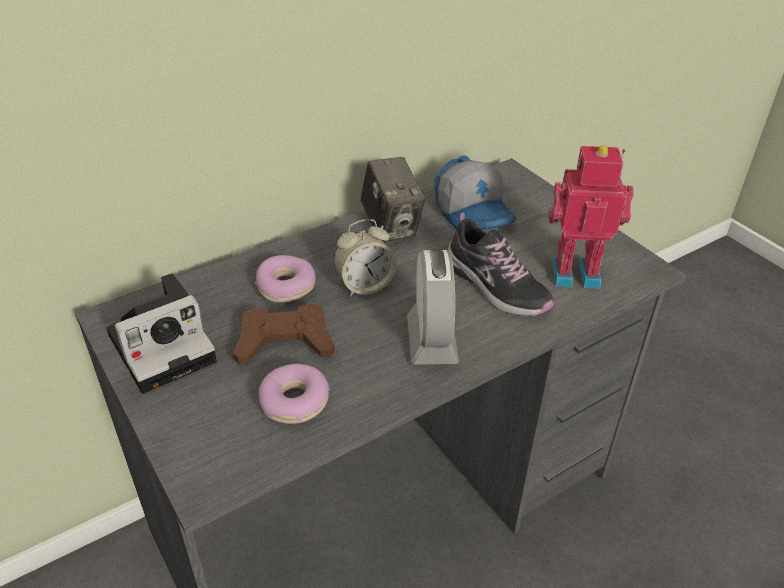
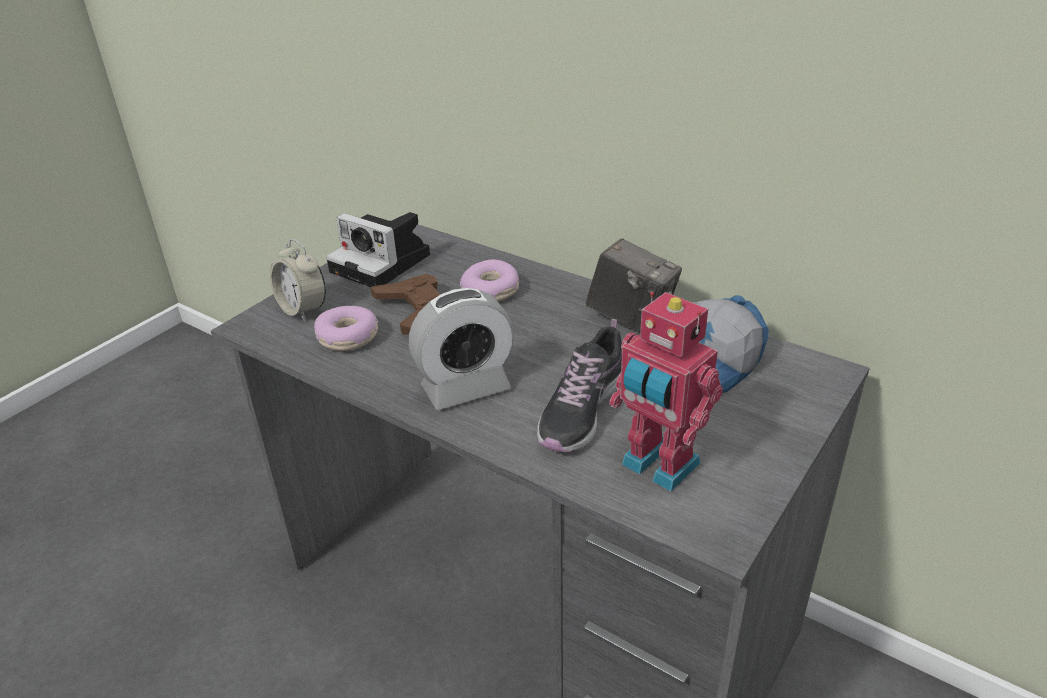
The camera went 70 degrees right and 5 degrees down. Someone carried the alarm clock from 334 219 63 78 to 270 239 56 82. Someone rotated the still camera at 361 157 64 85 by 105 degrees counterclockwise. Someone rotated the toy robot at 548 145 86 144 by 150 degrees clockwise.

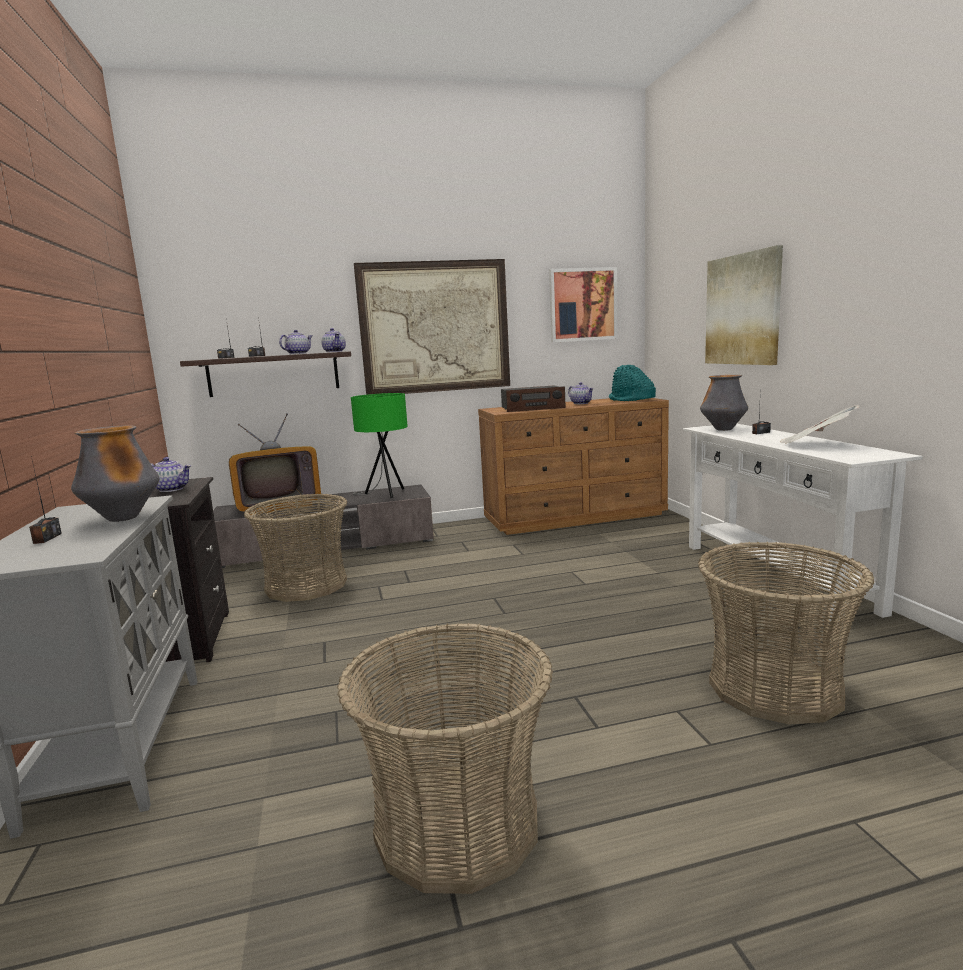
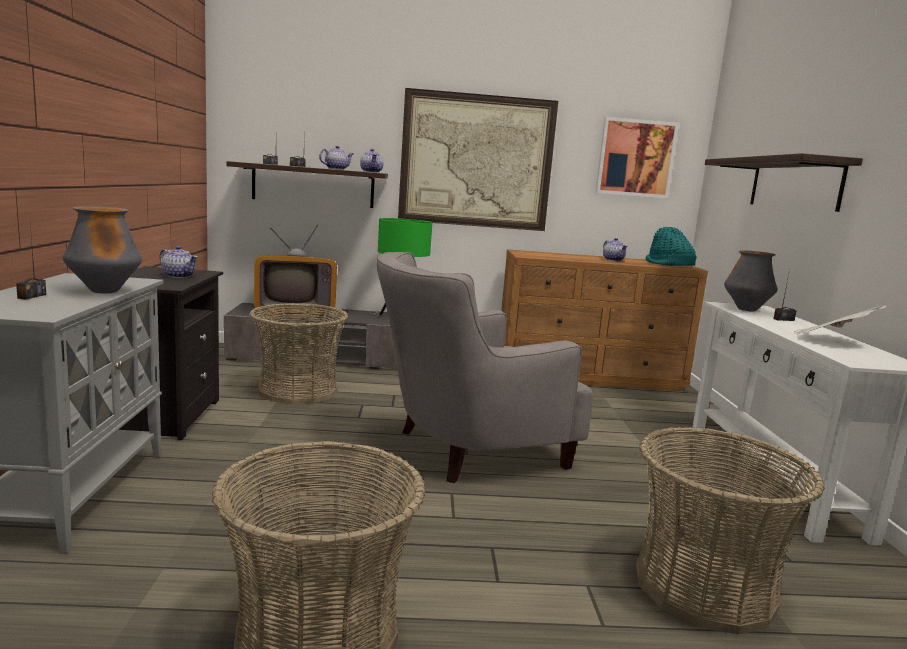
The camera went 10 degrees right and 0 degrees up. Someone took away the radio at 501 386 65 26. Someone put down the grey lounge chair at 377 252 216 231. Someone swapped the wall picture at 705 245 78 120 for the wall shelf at 705 153 158 59.

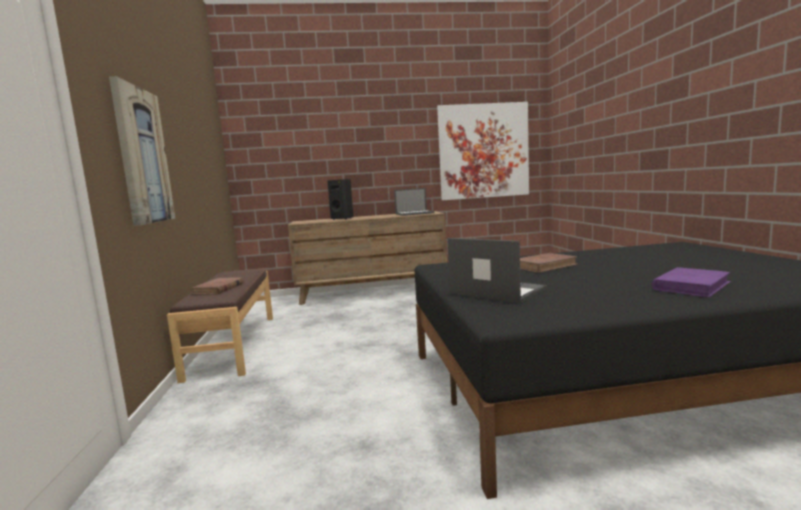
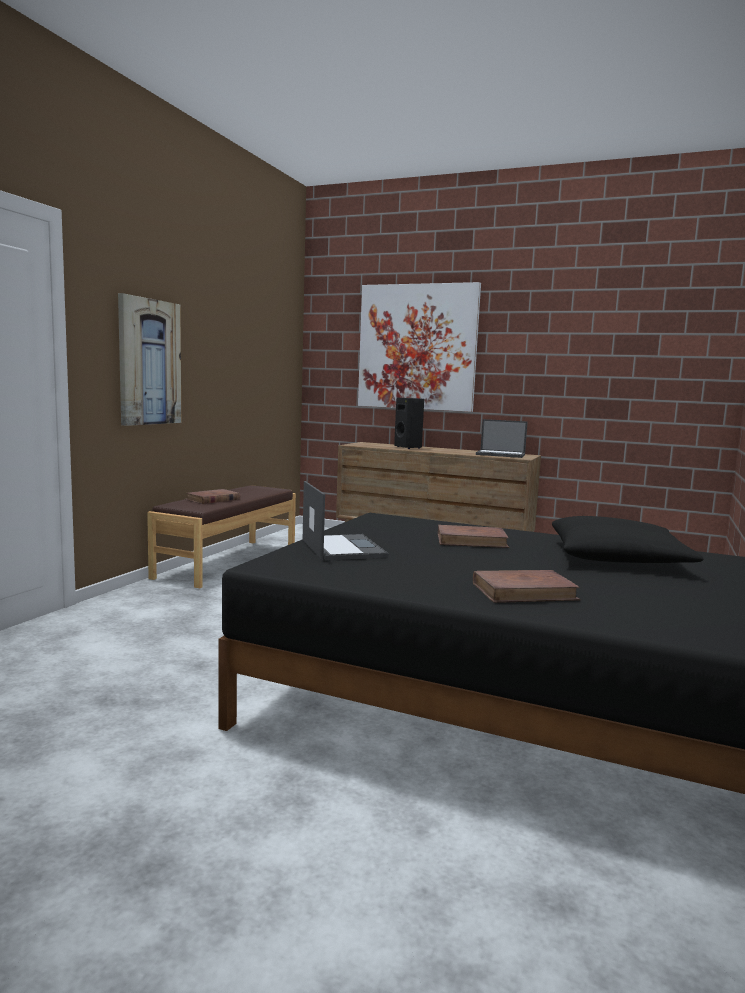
The camera went 30 degrees right and 0 degrees up. Someone put down the black cushion at 552 516 152 47. Someone carried the wall picture from 437 102 92 98 to 358 282 123 130. Someone repainted the purple-coloured bound book at 652 267 79 30, which became the brownish bound book at 473 570 107 33.

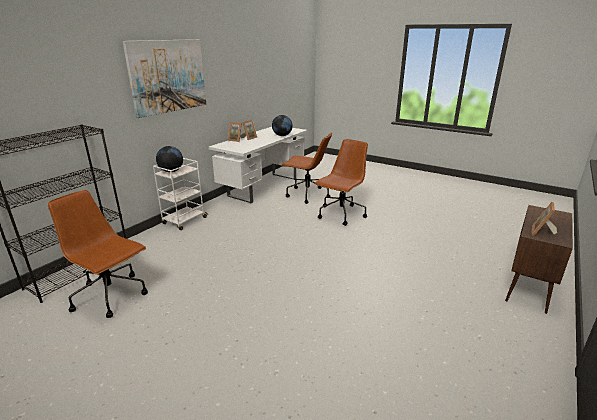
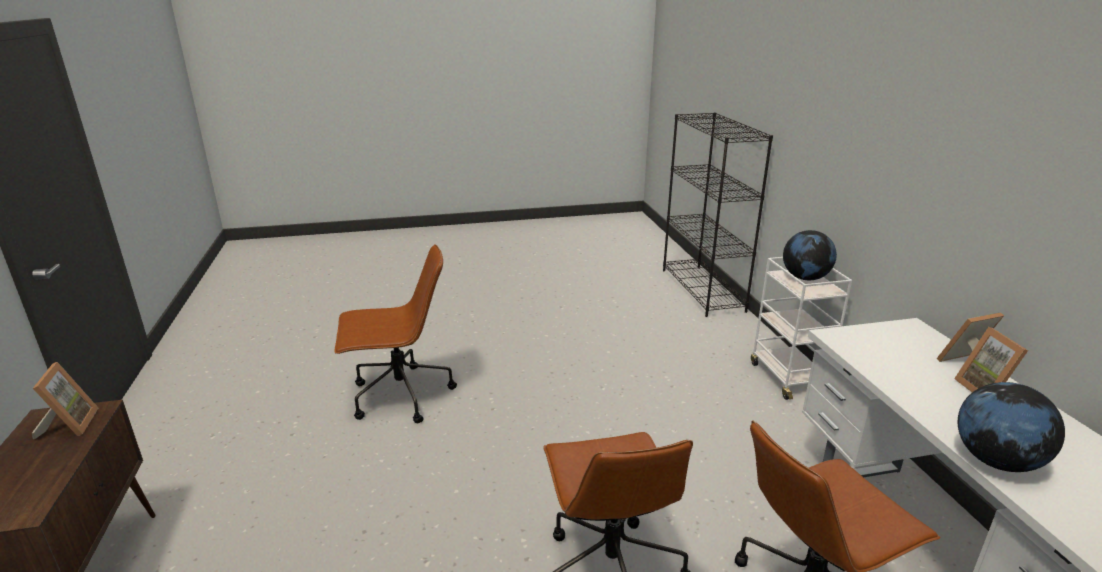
The camera went 135 degrees right and 0 degrees up. Someone took away the wall picture at 123 39 83 79. Someone carried the brownish desk chair from 48 190 100 128 to 334 244 123 180.

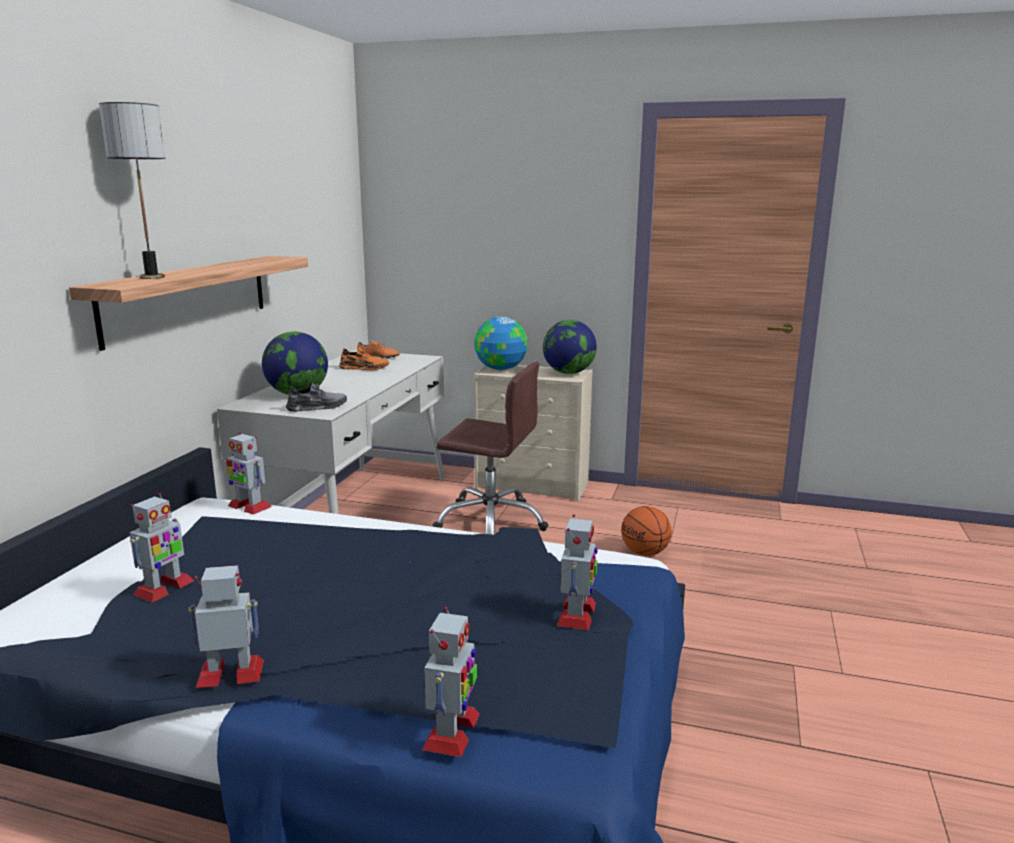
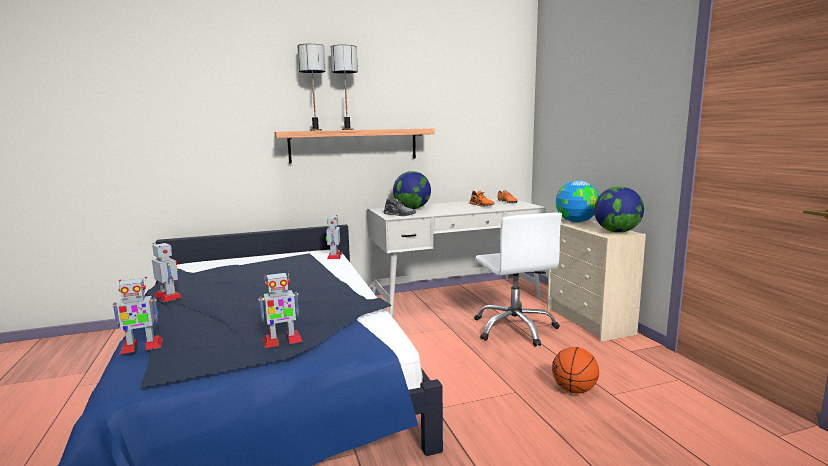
The camera went 55 degrees right and 5 degrees down. Someone took away the toy robot at 129 493 65 110. Someone put down the table lamp at 331 45 27 85. Someone repainted the brownish desk chair at 432 362 116 173, which became the white-coloured desk chair at 474 212 88 135.

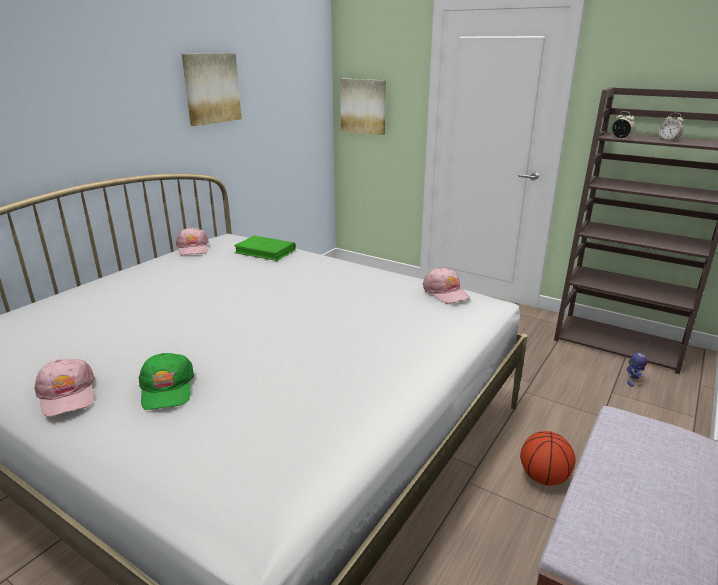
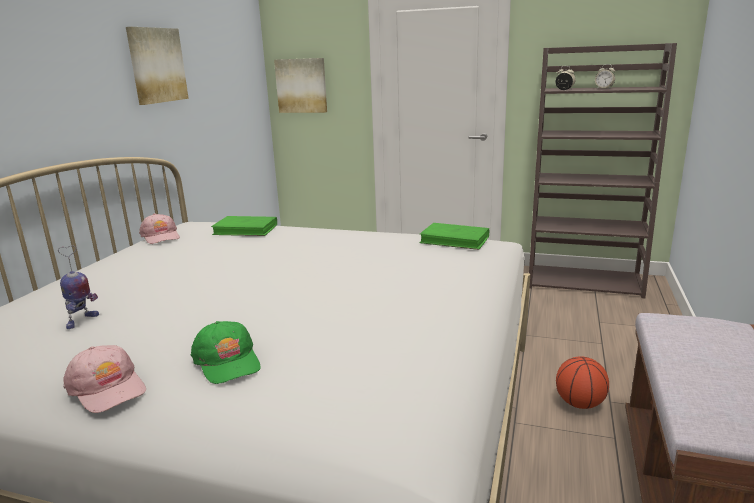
The camera went 15 degrees left and 5 degrees down. Someone carried the toy robot from 627 340 25 47 to 58 245 41 84. Someone swapped the pinkish peaked cap at 423 267 47 37 for the green bound book at 420 223 69 27.

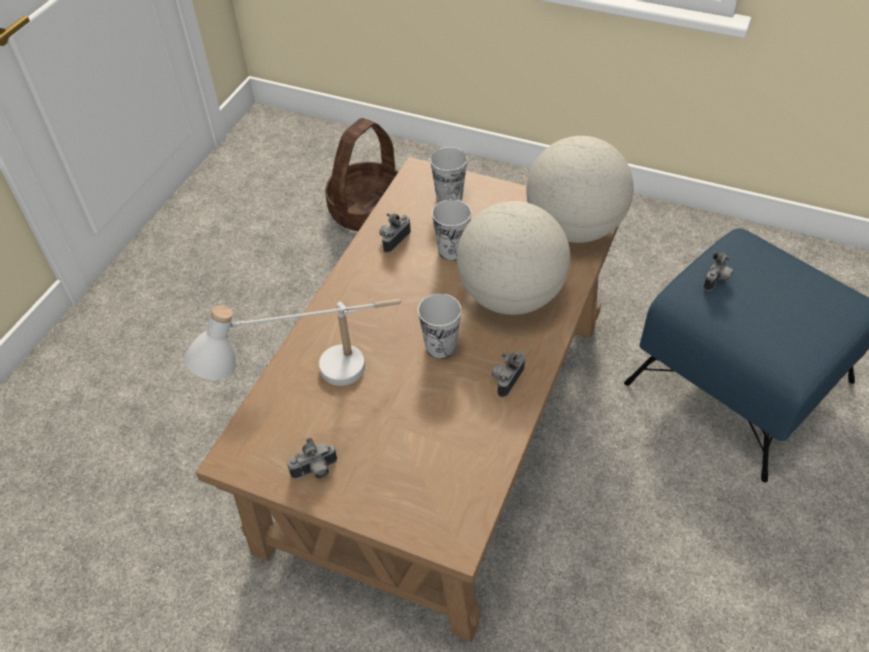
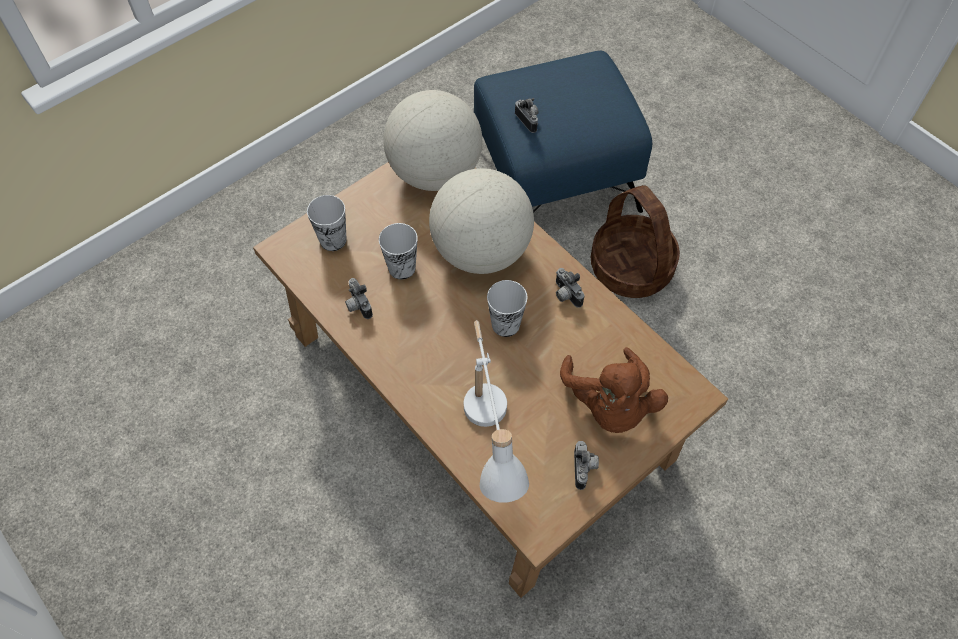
The camera went 65 degrees left and 10 degrees up. Someone put down the brownish plush toy at 560 347 108 86. Someone carried the household basket from 325 118 73 113 to 591 185 89 113.

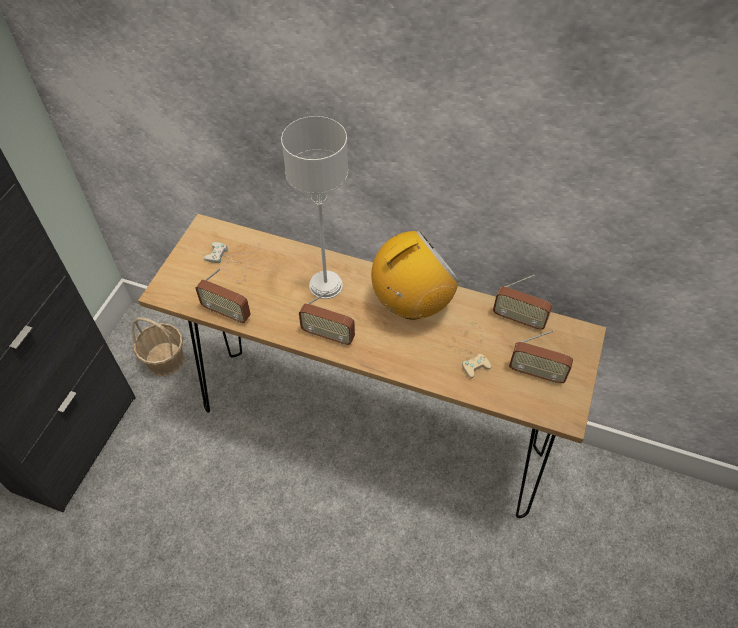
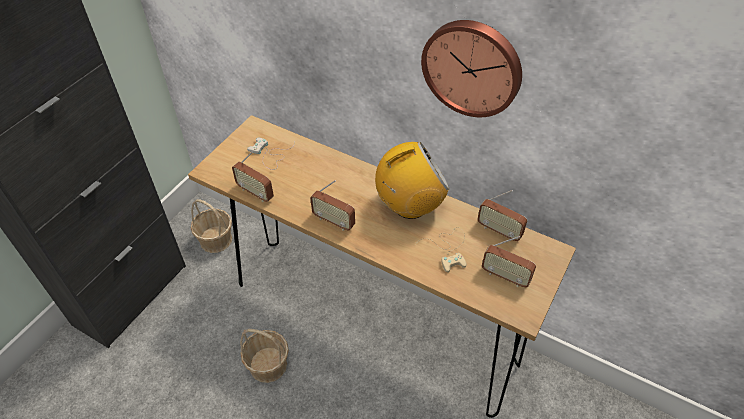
The camera went 10 degrees right and 5 degrees down. Someone took away the grey table lamp at 281 116 67 183. Someone put down the household basket at 240 329 49 54. Someone put up the clock on the wall at 421 20 101 97.

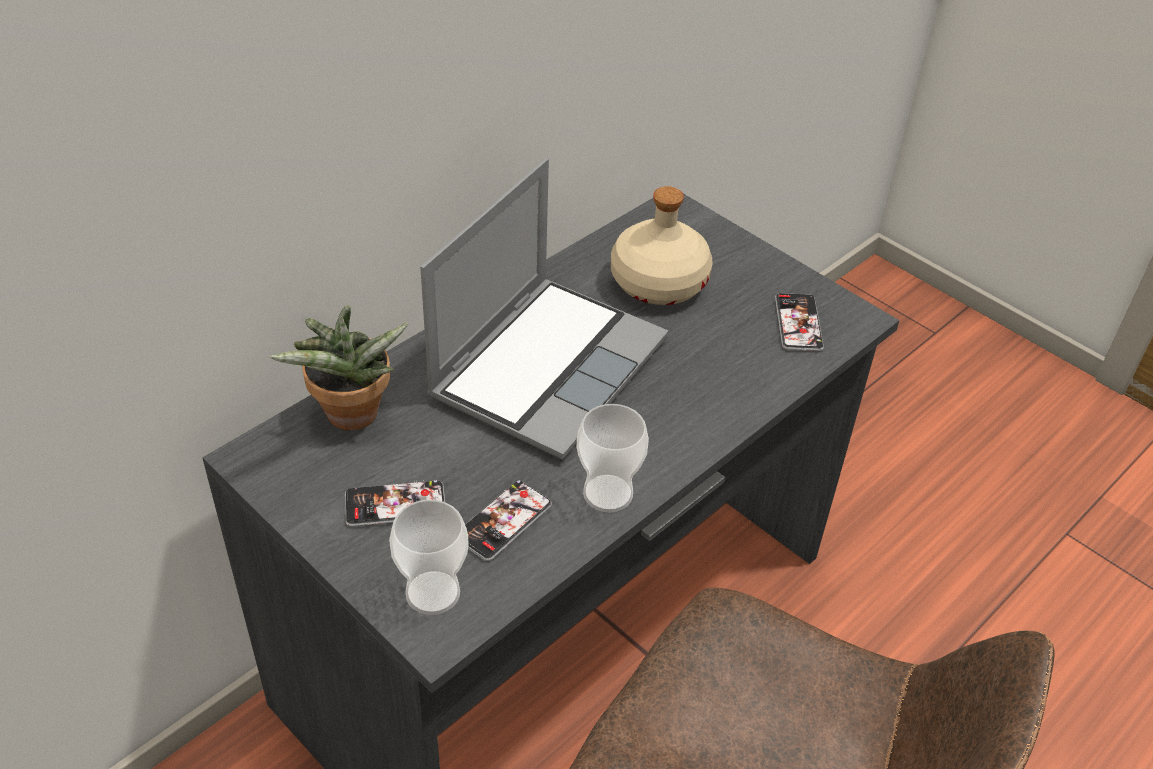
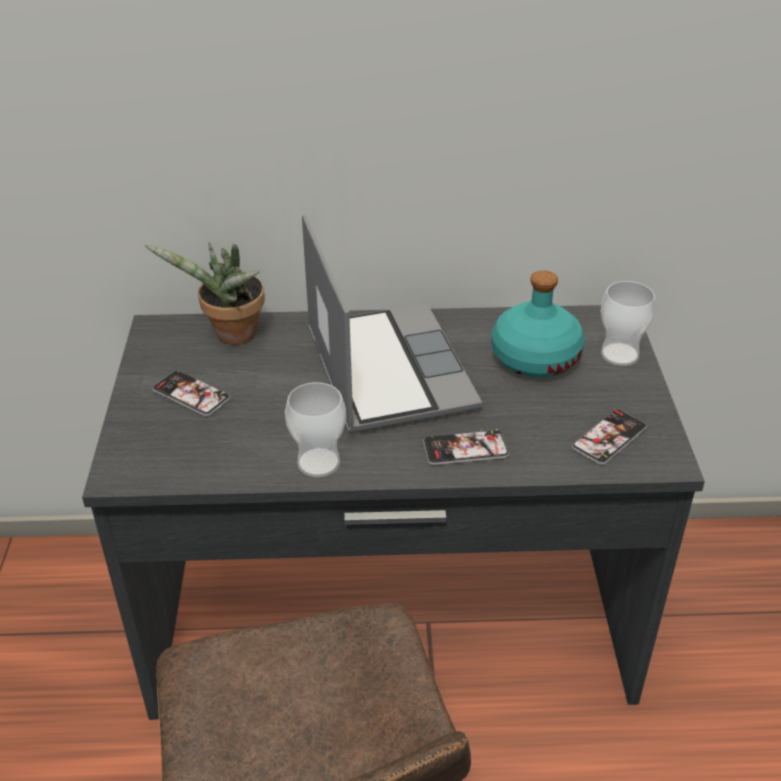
The camera went 45 degrees right and 5 degrees down. Someone carried the cup from 389 499 79 116 to 600 281 56 85. Someone carried the telephone from 465 480 87 81 to 423 429 86 36. Someone repainted the beige bottle at 611 186 102 119, which became the blue-green bottle at 492 270 93 108. Someone rotated the portable computer at 420 158 249 302 by 90 degrees counterclockwise.

